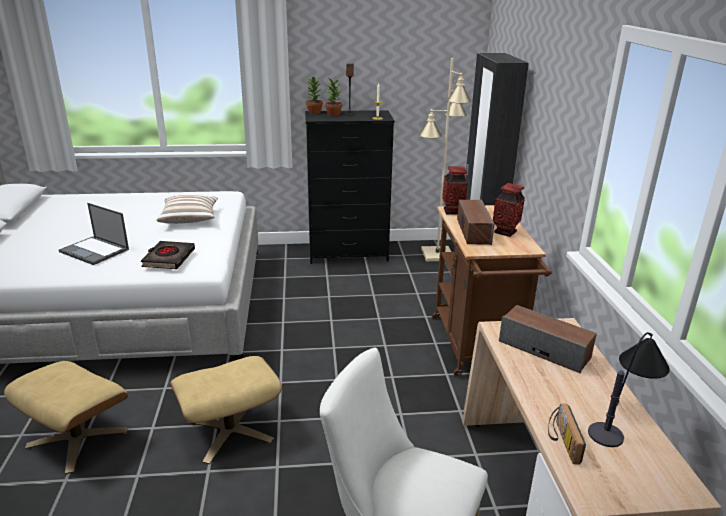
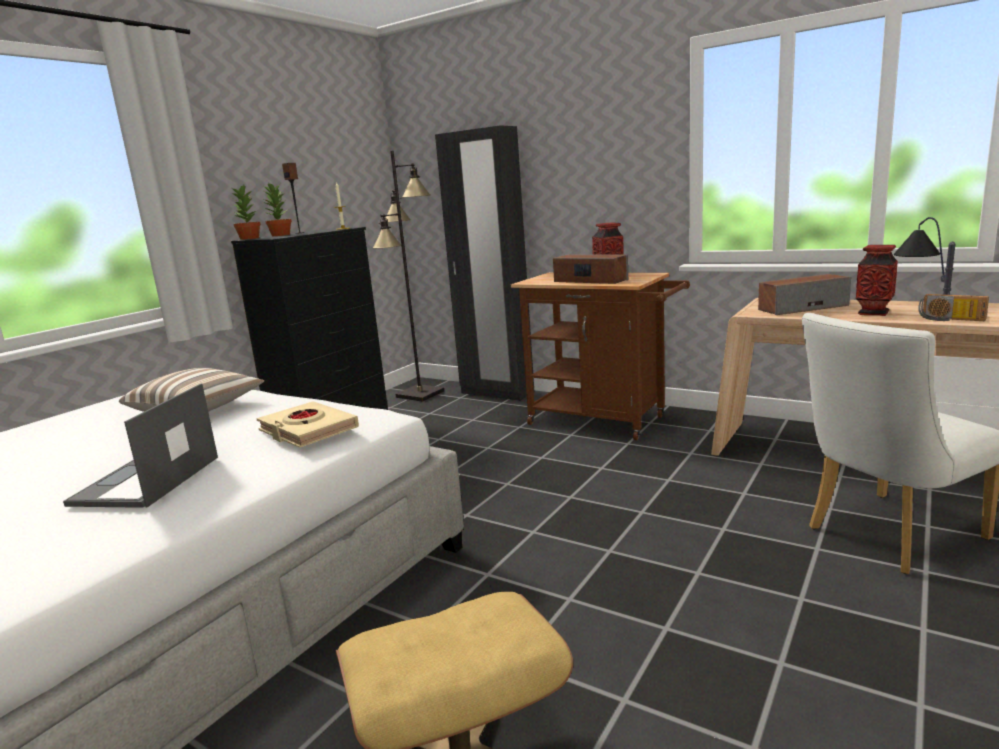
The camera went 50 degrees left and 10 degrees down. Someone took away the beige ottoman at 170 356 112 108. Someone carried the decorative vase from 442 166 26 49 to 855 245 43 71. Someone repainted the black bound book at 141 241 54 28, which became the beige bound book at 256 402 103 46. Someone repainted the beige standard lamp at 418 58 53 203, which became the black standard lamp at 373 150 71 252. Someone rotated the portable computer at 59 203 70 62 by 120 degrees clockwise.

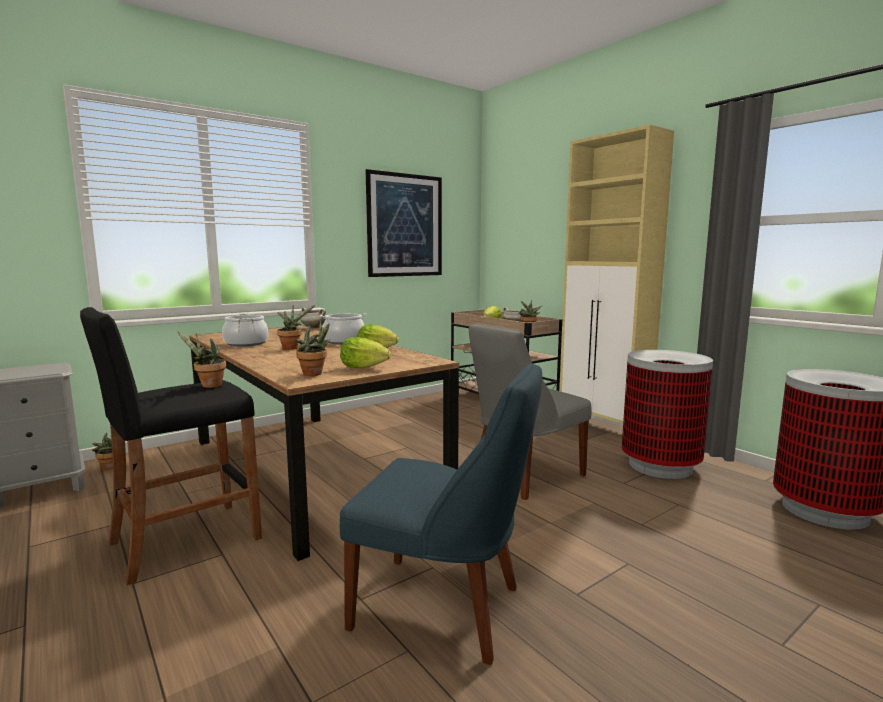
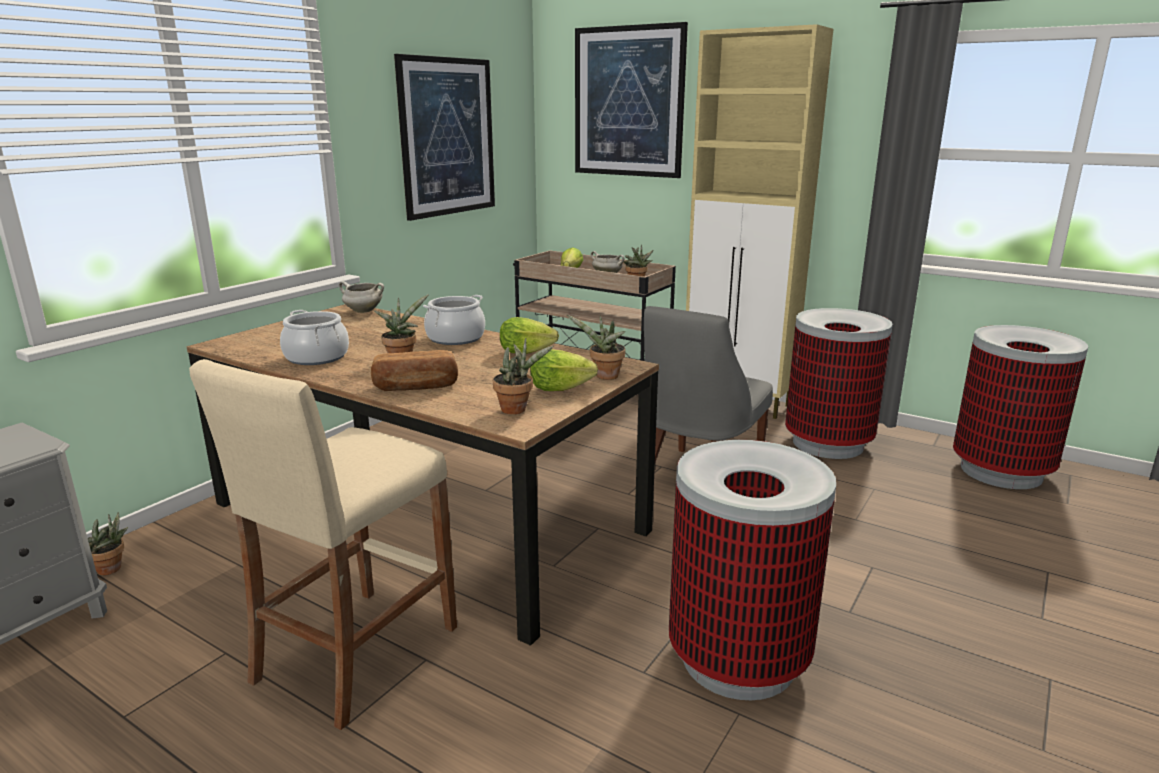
The camera went 20 degrees left and 10 degrees up. Someone put down the bakery bread at 371 350 87 41. Someone put up the wall picture at 575 22 113 156. Someone carried the plant in a pot from 177 331 49 57 to 567 315 58 65. Someone swapped the blue chair at 340 363 202 302 for the waste bin at 669 440 167 260. Someone repainted the black stool at 80 307 182 278, which became the beige stool at 189 359 268 371.

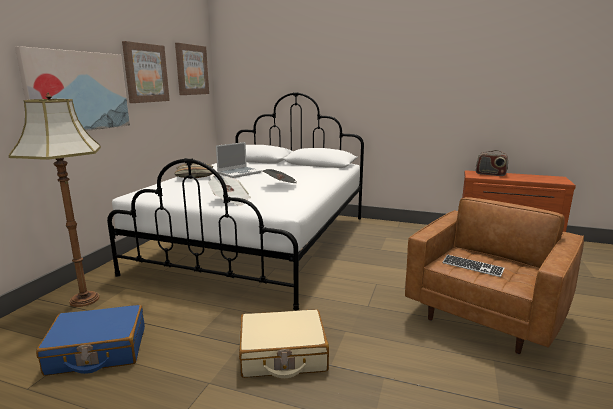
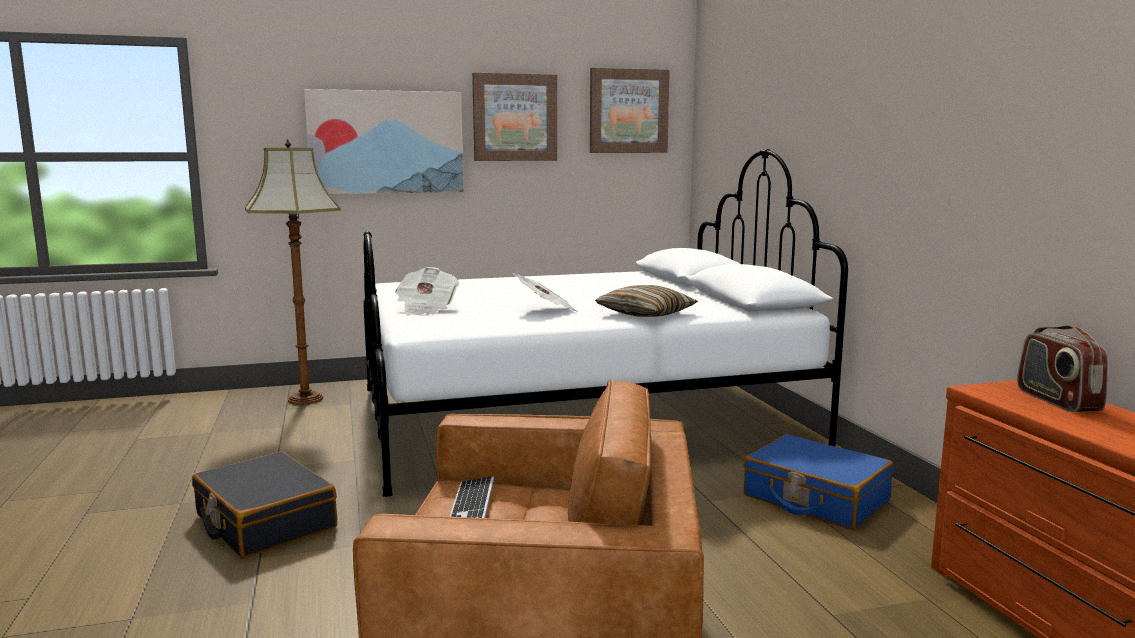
The camera went 55 degrees right and 5 degrees down. Someone took away the portable computer at 216 142 46 36. Someone carried the blue piece of luggage from 36 305 109 71 to 744 434 149 96. Someone carried the cushion from 174 163 39 15 to 595 285 103 32. Someone repainted the beige piece of luggage at 239 309 90 69, which became the black piece of luggage at 192 451 145 107.

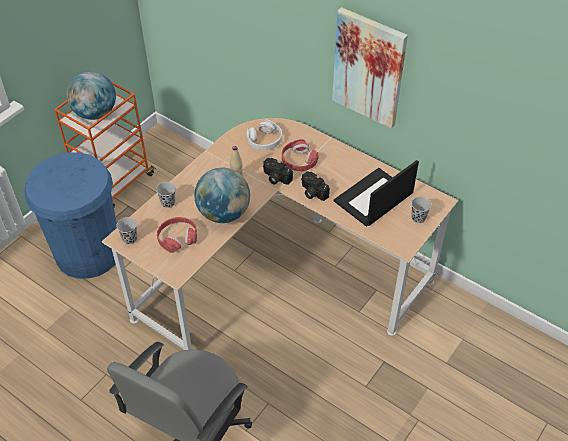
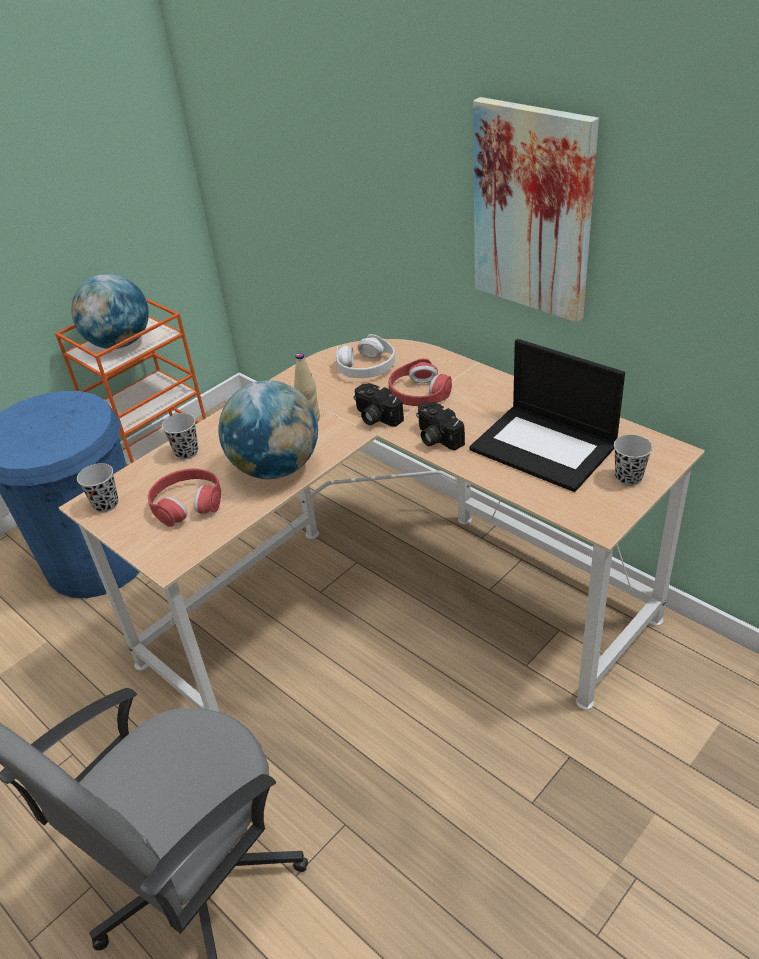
The camera went 10 degrees right and 10 degrees down. Someone rotated the portable computer at 334 160 85 67 by 105 degrees counterclockwise.

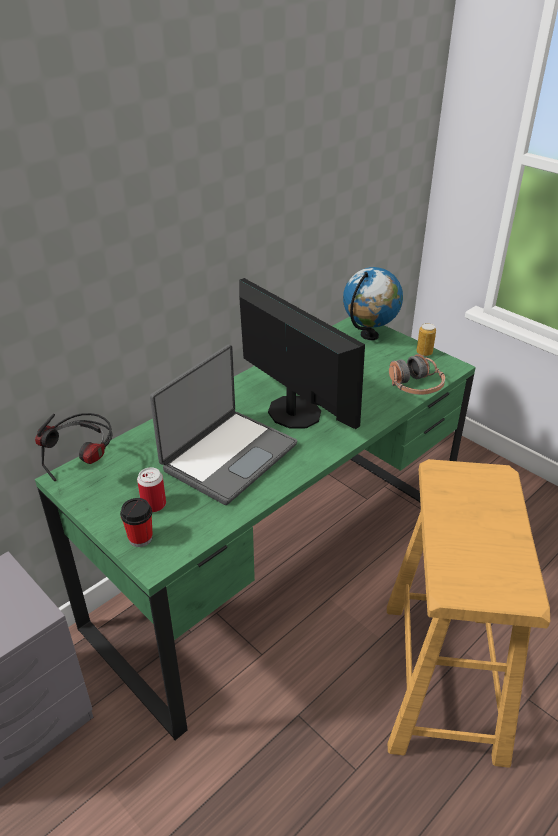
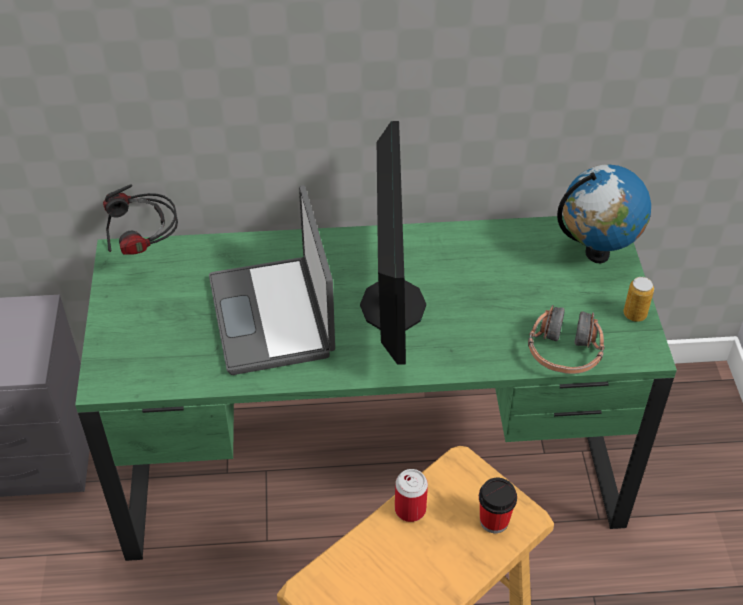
The camera went 40 degrees right and 10 degrees up. Someone carried the cup from 120 498 33 49 to 479 478 38 55. Someone carried the metal can from 137 467 29 45 to 395 469 33 53. Someone rotated the portable computer at 150 344 147 161 by 90 degrees clockwise.

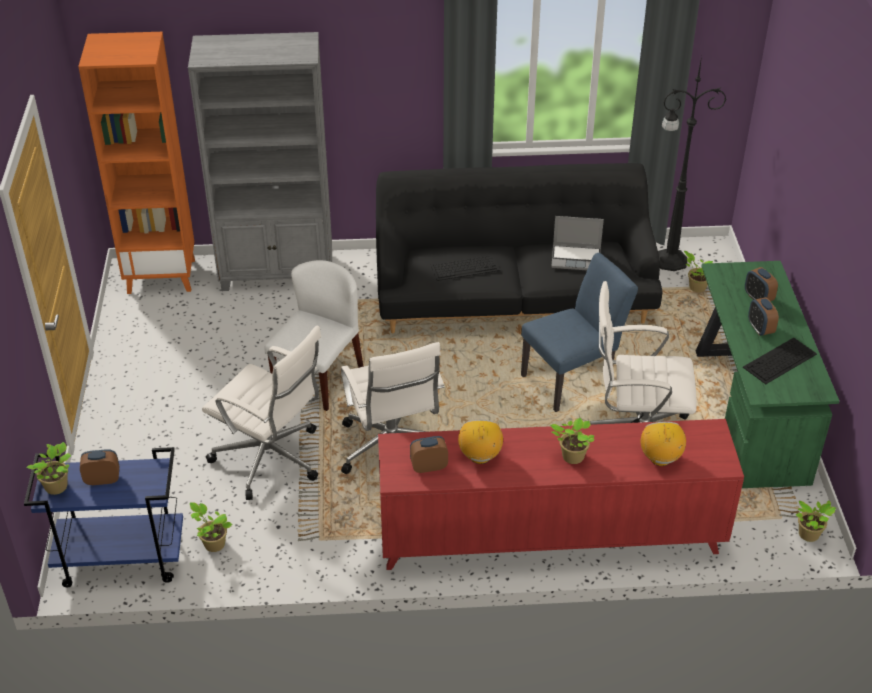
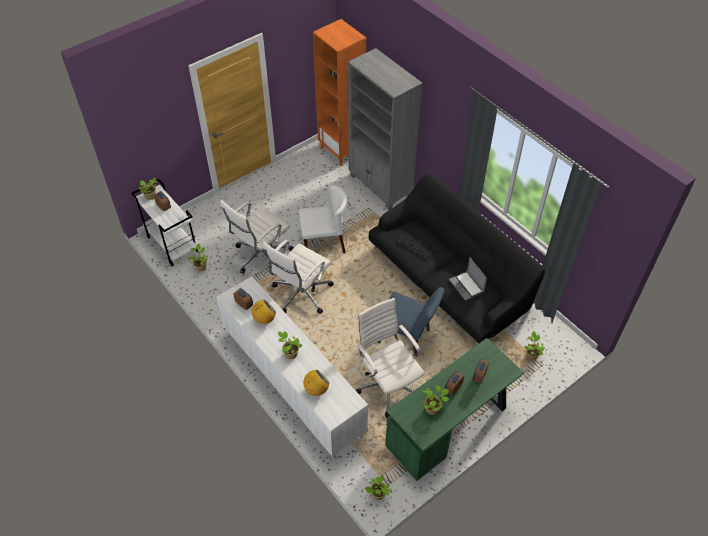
The camera went 55 degrees right and 10 degrees up. Someone took away the black standard lamp at 658 56 69 215. Someone swapped the computer keyboard at 743 338 74 46 for the plant in a pot at 423 385 26 30. Someone repainted the blue trolley at 24 447 159 140, which became the white-coloured trolley at 131 179 67 87. Someone repainted the red-coloured cabinet at 378 419 366 151, which became the white-coloured cabinet at 217 276 151 183. Someone rotated the white-coloured desk chair at 202 325 120 175 by 45 degrees clockwise.

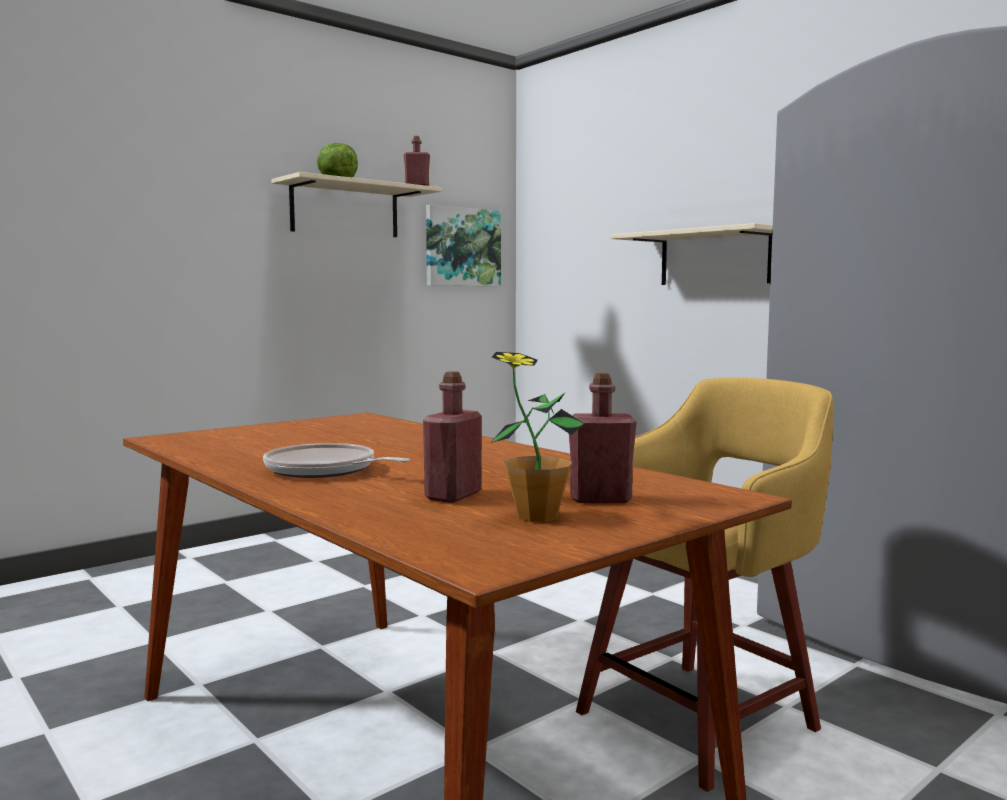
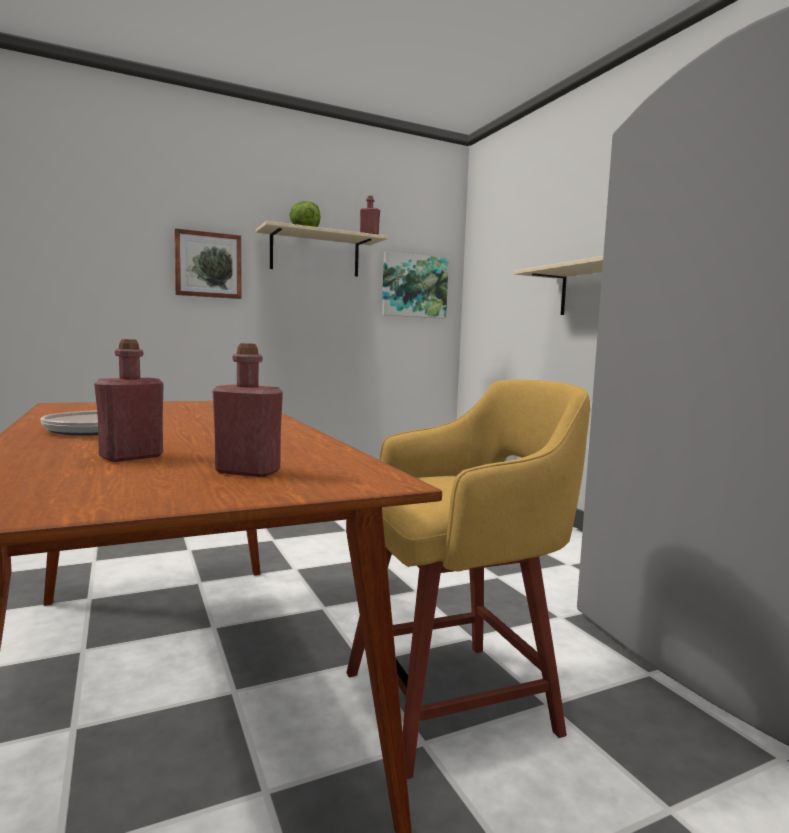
The camera went 15 degrees right and 0 degrees up. Someone took away the plant in a pot at 491 352 93 170. Someone put up the wall picture at 174 228 67 71.

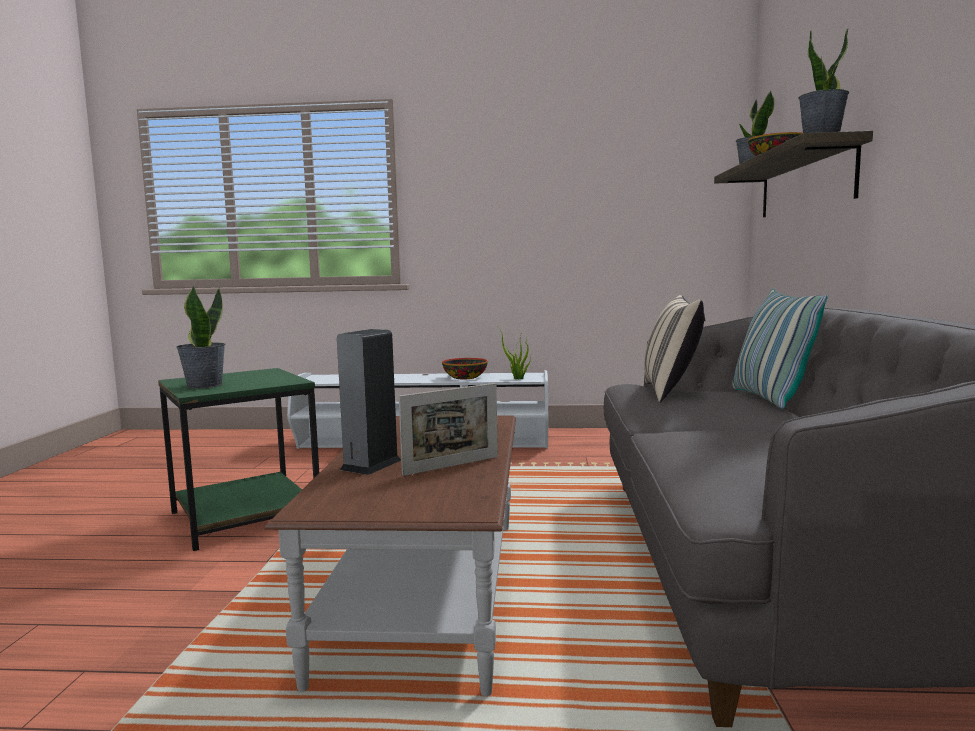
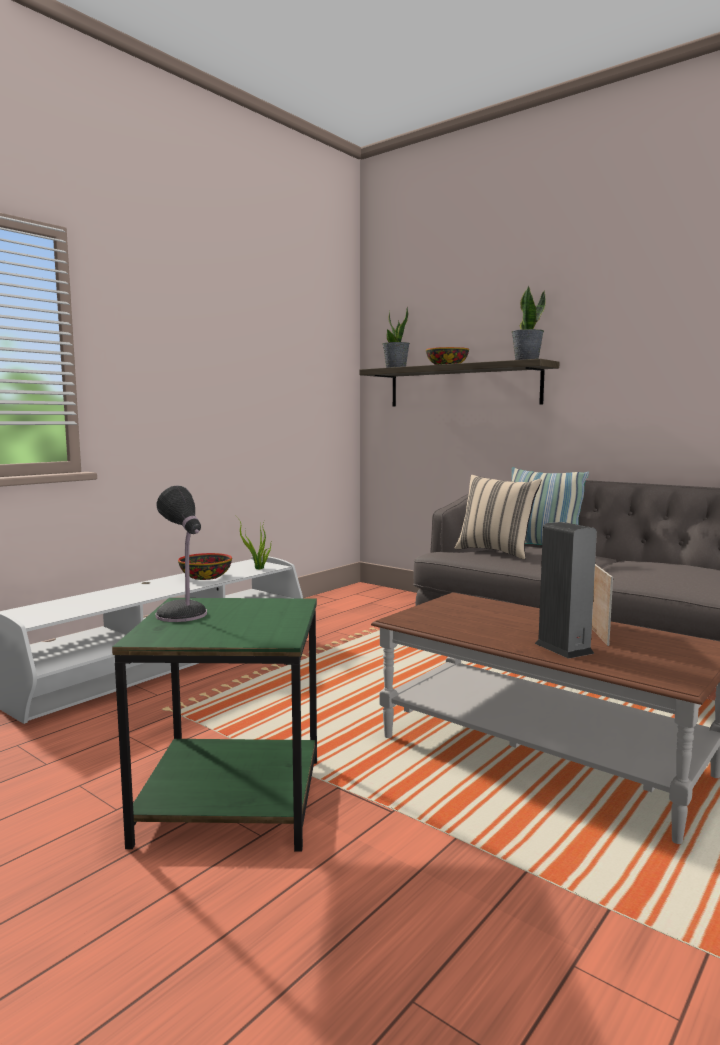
The camera went 55 degrees left and 0 degrees up. Someone took away the plant in a pot at 176 286 49 103. Someone put down the table lamp at 155 485 52 137.

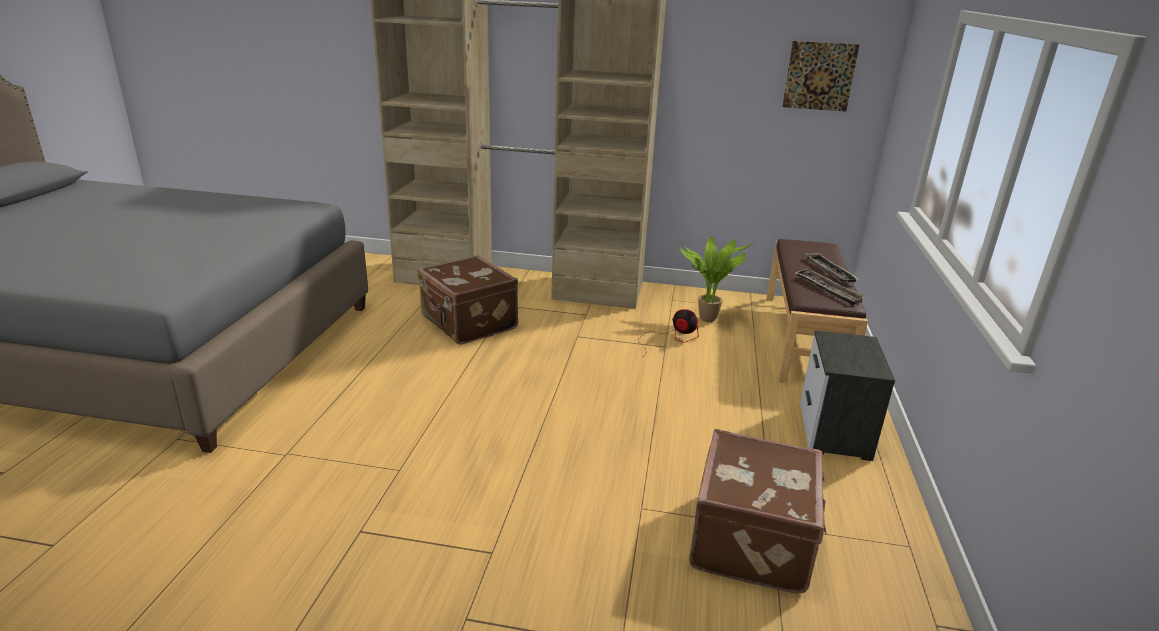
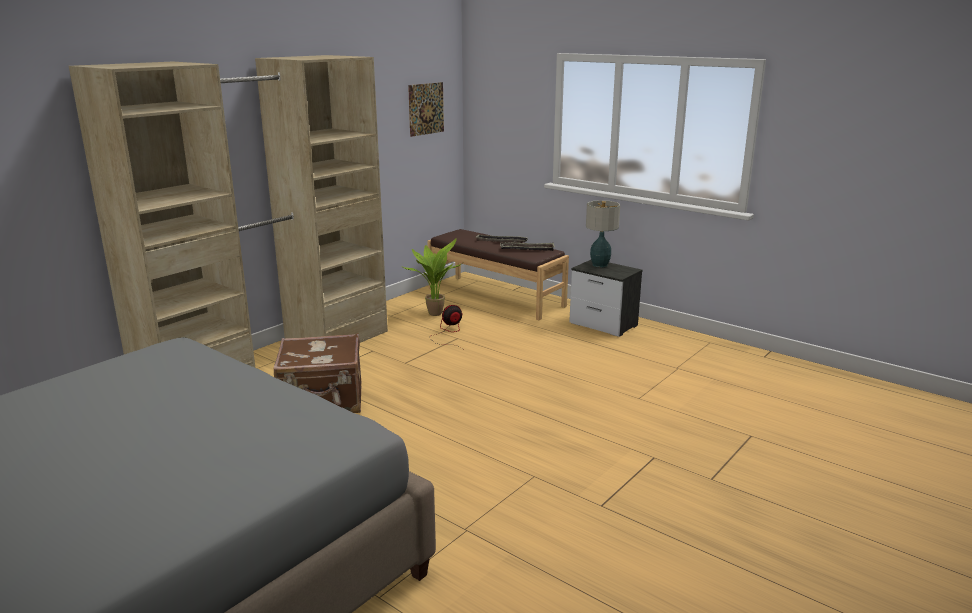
The camera went 60 degrees left and 5 degrees down. Someone took away the brownish piece of luggage at 689 429 138 165. Someone put down the table lamp at 586 200 34 67.

